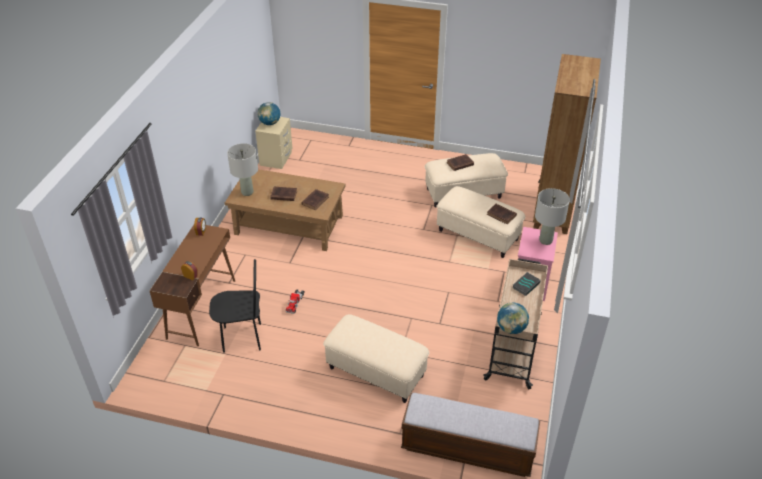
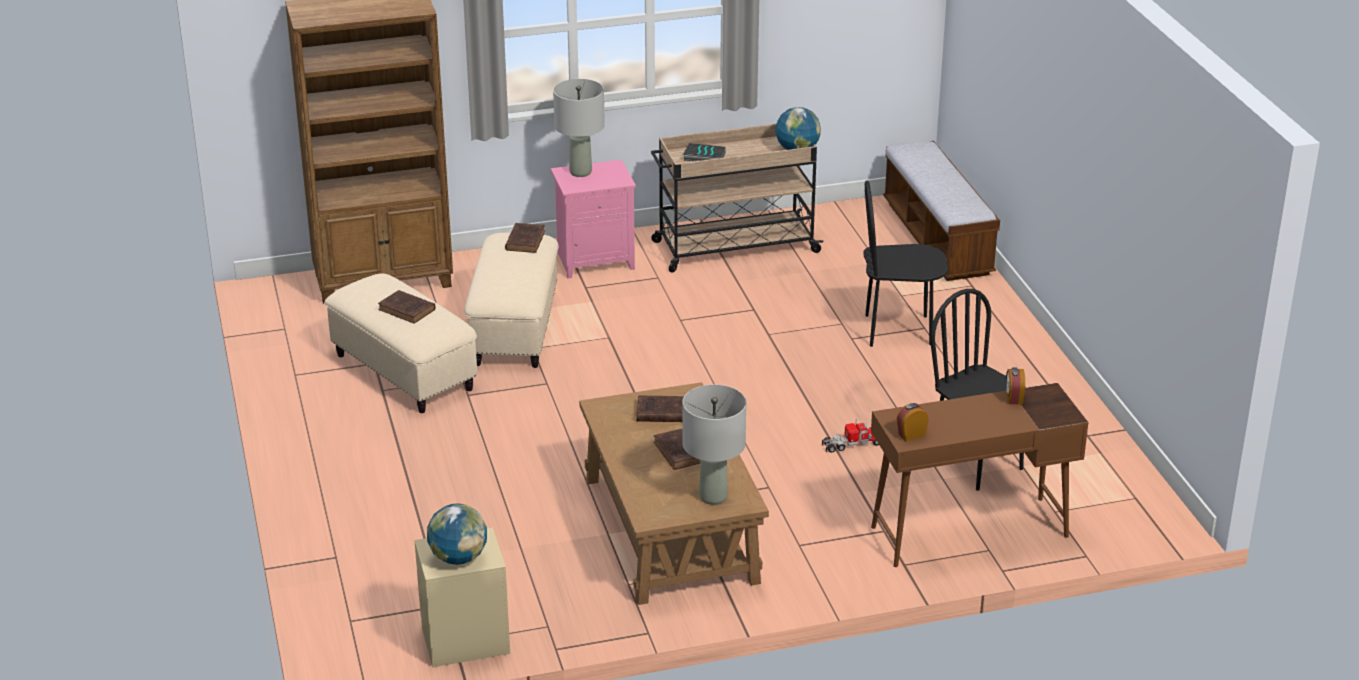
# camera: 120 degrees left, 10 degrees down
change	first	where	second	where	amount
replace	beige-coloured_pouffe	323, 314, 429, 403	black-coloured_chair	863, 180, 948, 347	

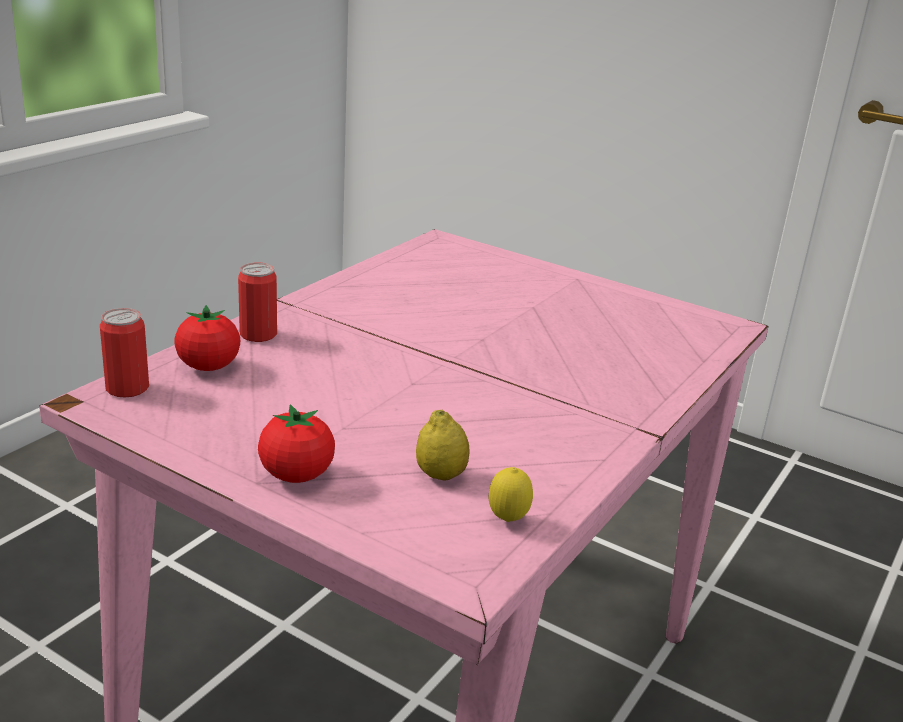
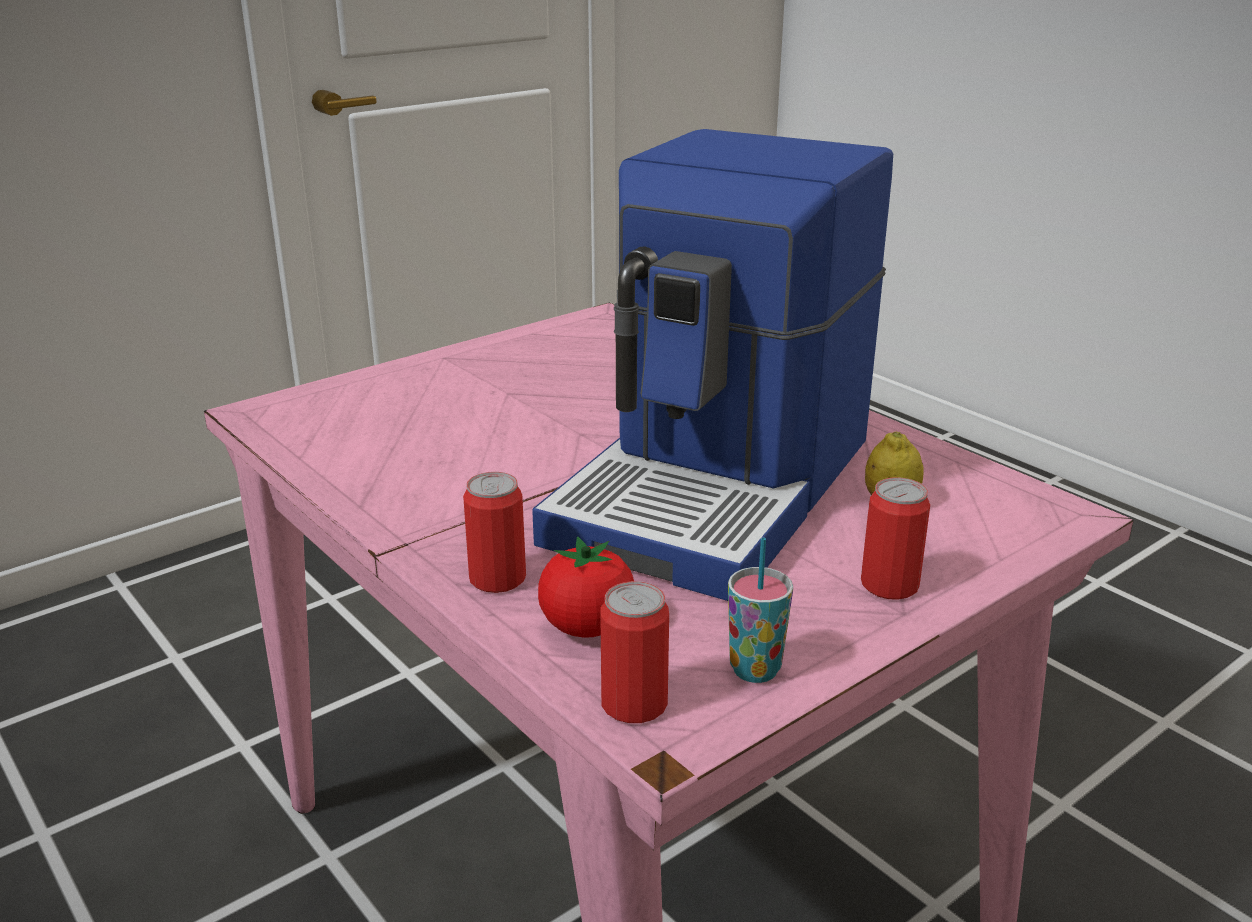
# camera: 70 degrees left, 0 degrees up
change	first	where	second	where	amount
replace	tomato	258, 404, 335, 483	sealed_can	861, 477, 930, 600	
delete	whole_lemon	489, 467, 533, 522			
insert			coffee_machine	532, 129, 893, 601	
insert			drinking_cup	728, 538, 793, 683	

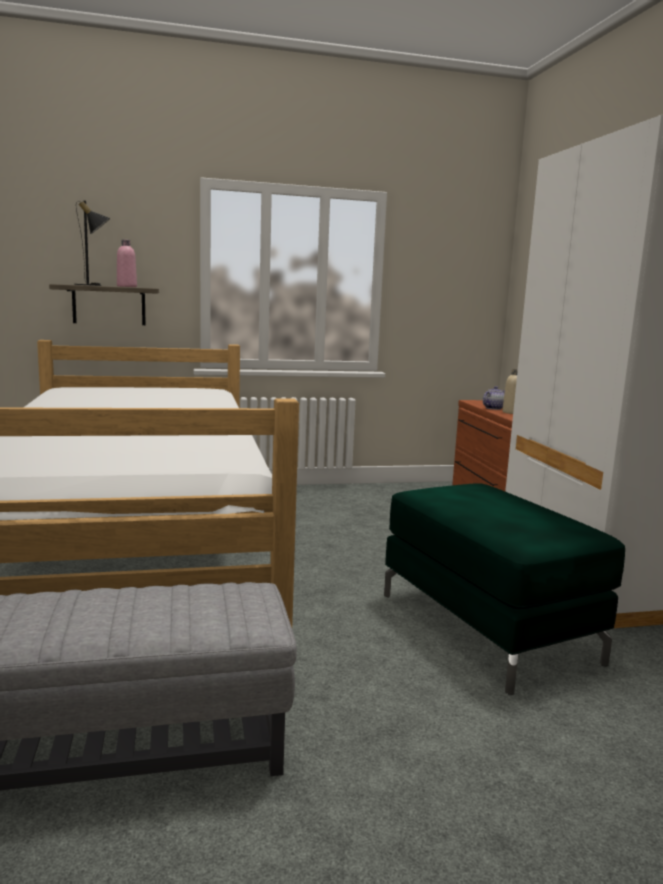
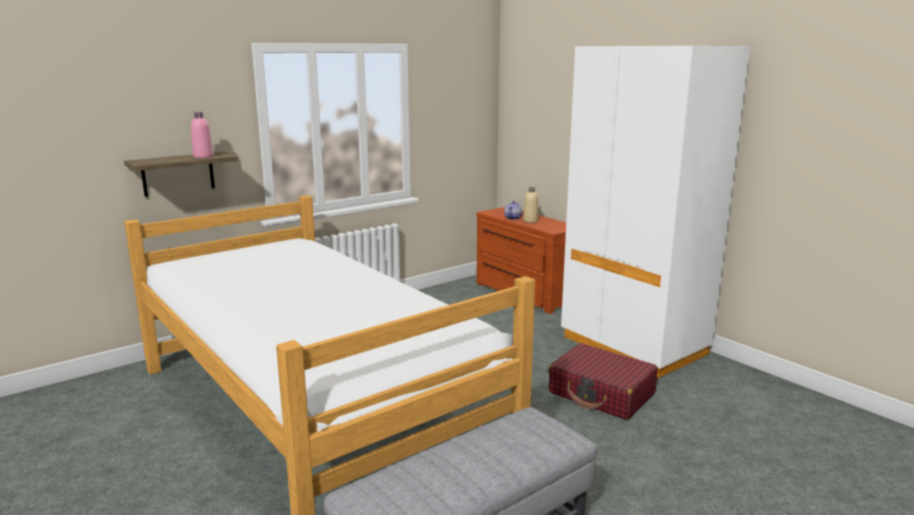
# camera: 25 degrees left, 5 degrees up
change	first	where	second	where	amount
delete	black-coloured_tabletop_lamp	74, 200, 110, 286			
replace	green-coloured_pouffe	384, 483, 625, 695	reddish_piece_of_luggage	548, 343, 658, 420	

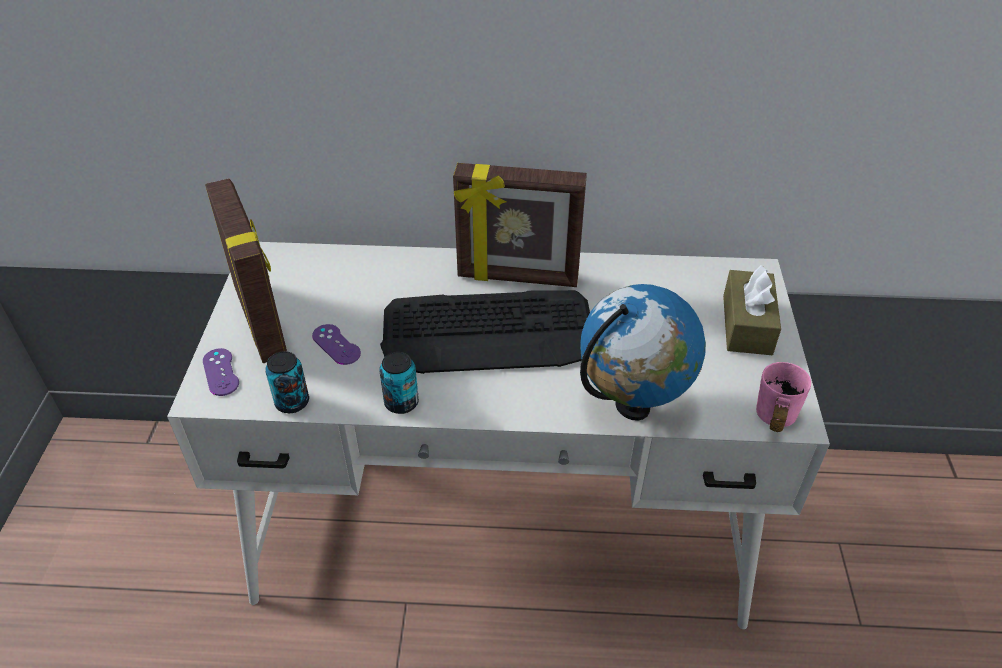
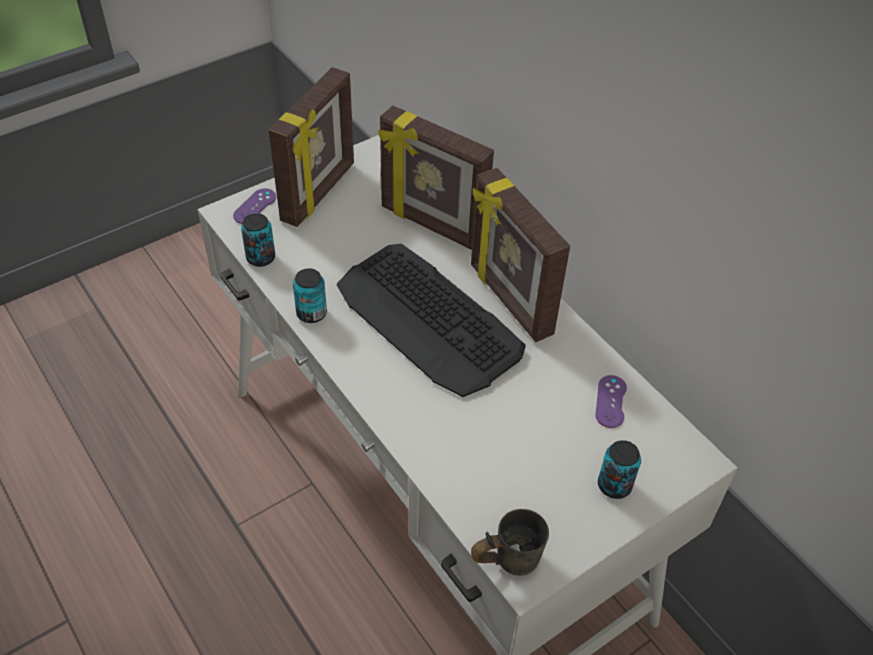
# camera: 50 degrees right, 5 degrees up
change	first	where	second	where	amount
move	purple_joypad	312, 324, 361, 365		595, 375, 627, 428	
delete	world_globe	580, 284, 706, 421			
replace	brown_tissue_box	723, 265, 781, 355	sealed_can	598, 440, 641, 499	
recolor	pink-coloured_tea_mug	756, 362, 811, 432	greyish_tea_mug	471, 509, 549, 576	
insert			standing_frame	378, 106, 494, 250	

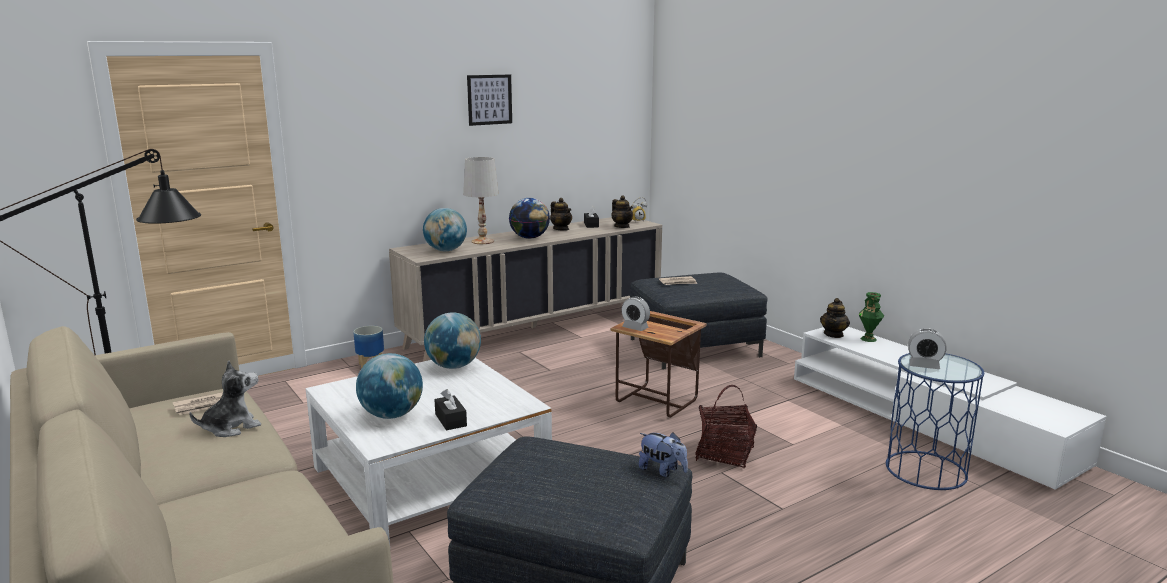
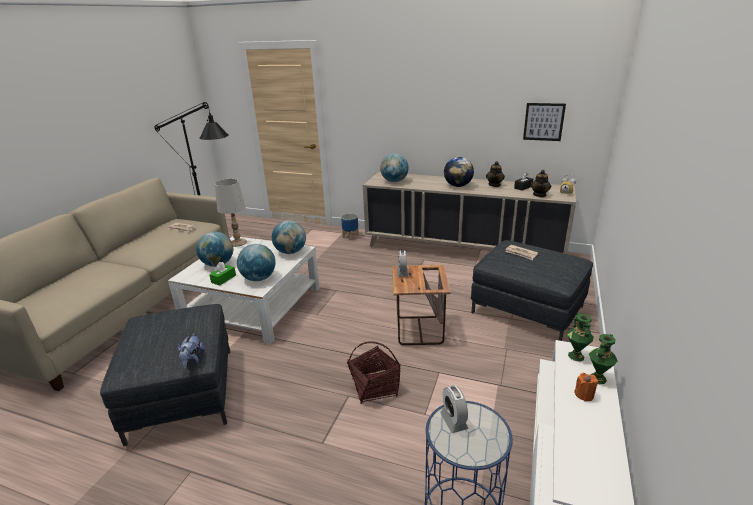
# camera: 55 degrees right, 10 degrees up
change	first	where	second	where	amount
delete	cuddly_toy	189, 360, 261, 437			
recolor	black-coloured_tissue_box	434, 389, 467, 430	green-coloured_tissue_box	209, 262, 236, 285	
move	white-coloured_tabletop_lamp	463, 157, 499, 244		215, 179, 247, 247	
move	wall_art	467, 75, 512, 126		523, 103, 566, 141	
replace	pot_for_tea	820, 298, 850, 338	green-coloured_decorative_vase	567, 313, 594, 361	
insert			world_globe	237, 244, 276, 281	
insert			orange-coloured_wax_candle	574, 373, 598, 401	

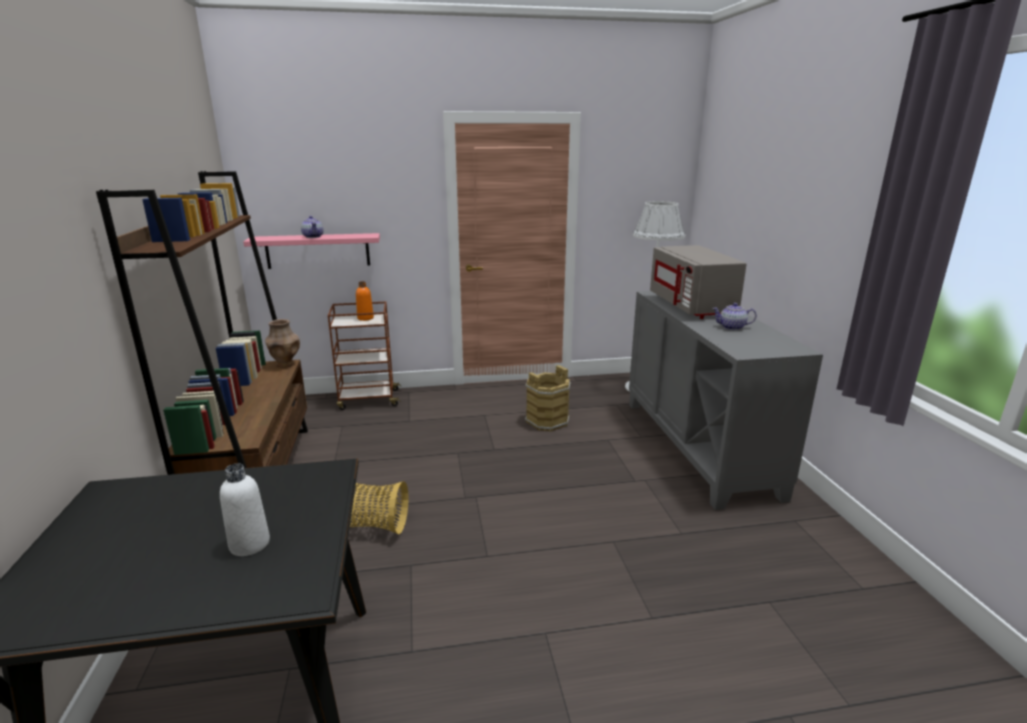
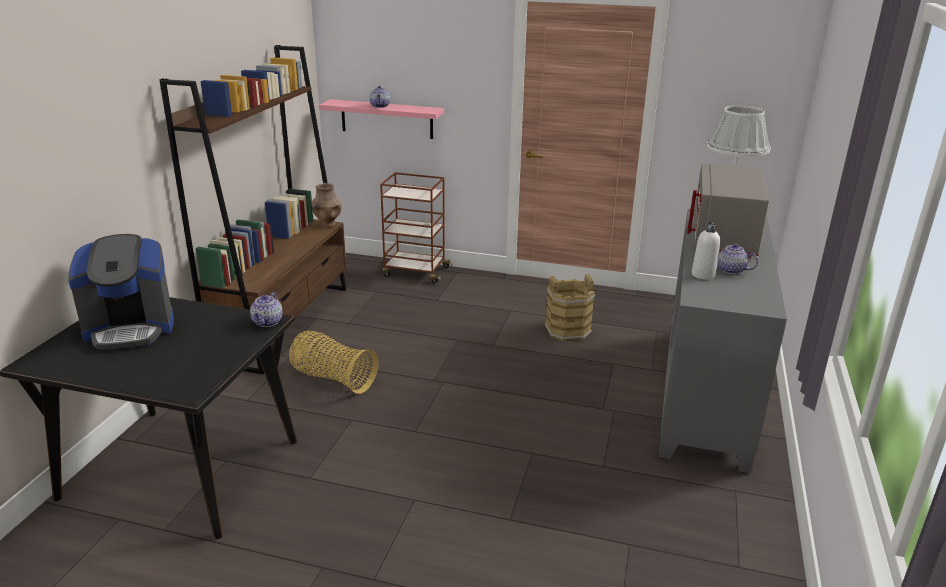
# camera: 25 degrees right, 5 degrees up
change	first	where	second	where	amount
move	white-coloured_beverage_bottle	220, 463, 270, 556		692, 222, 720, 280	
delete	orange-coloured_beverage_bottle	356, 281, 374, 321			
insert			coffee_machine	68, 234, 174, 350	
insert			pot_for_tea	250, 292, 283, 327	

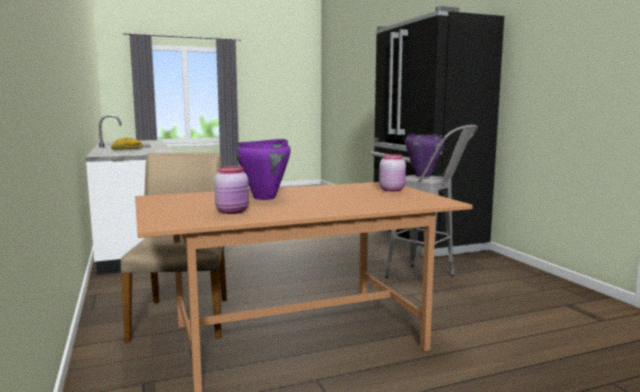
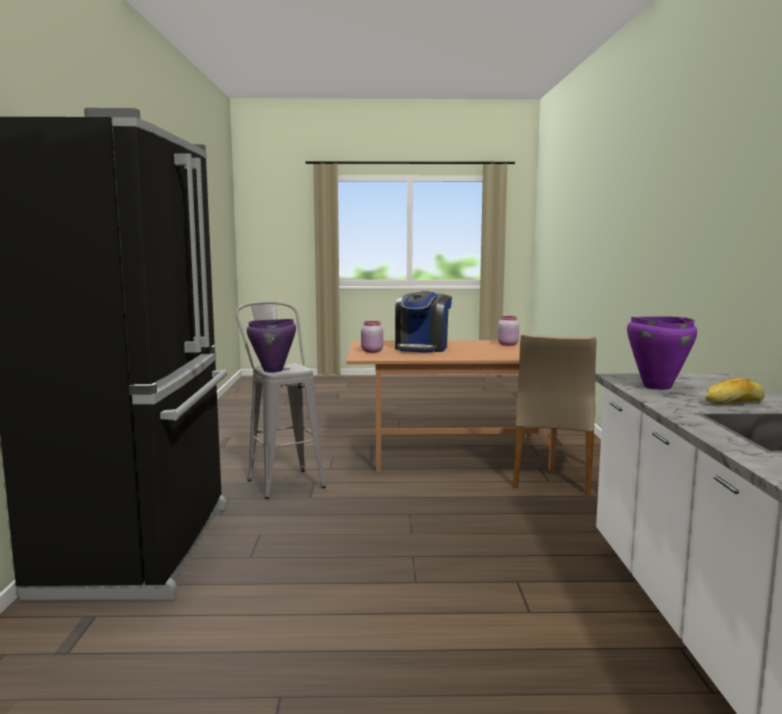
# camera: 160 degrees left, 0 degrees up
change	first	where	second	where	amount
move	purple_cooking_pot	236, 139, 291, 200		627, 316, 697, 390	
insert			coffee_machine	395, 291, 452, 353	

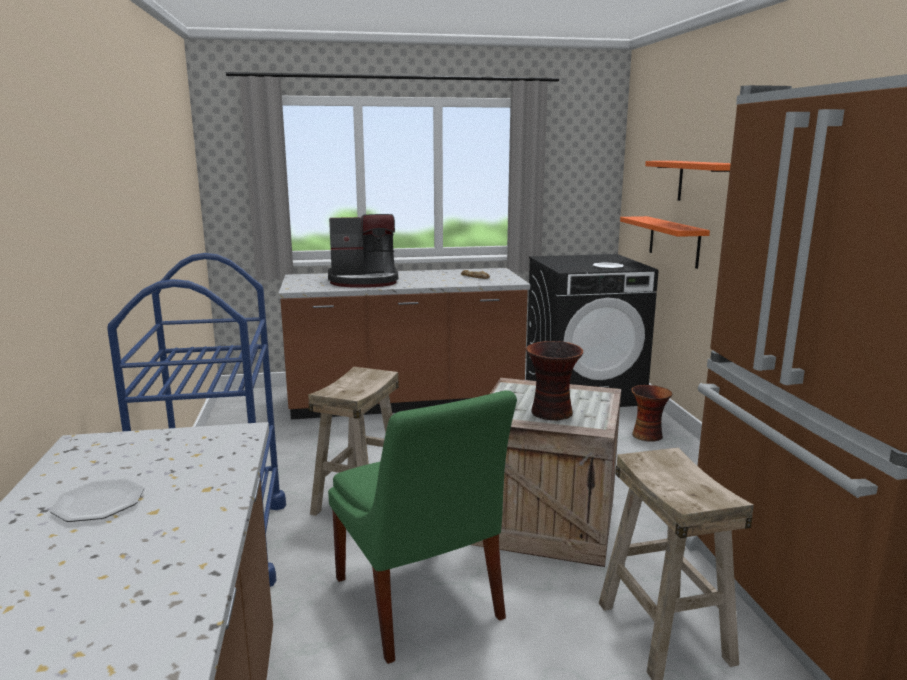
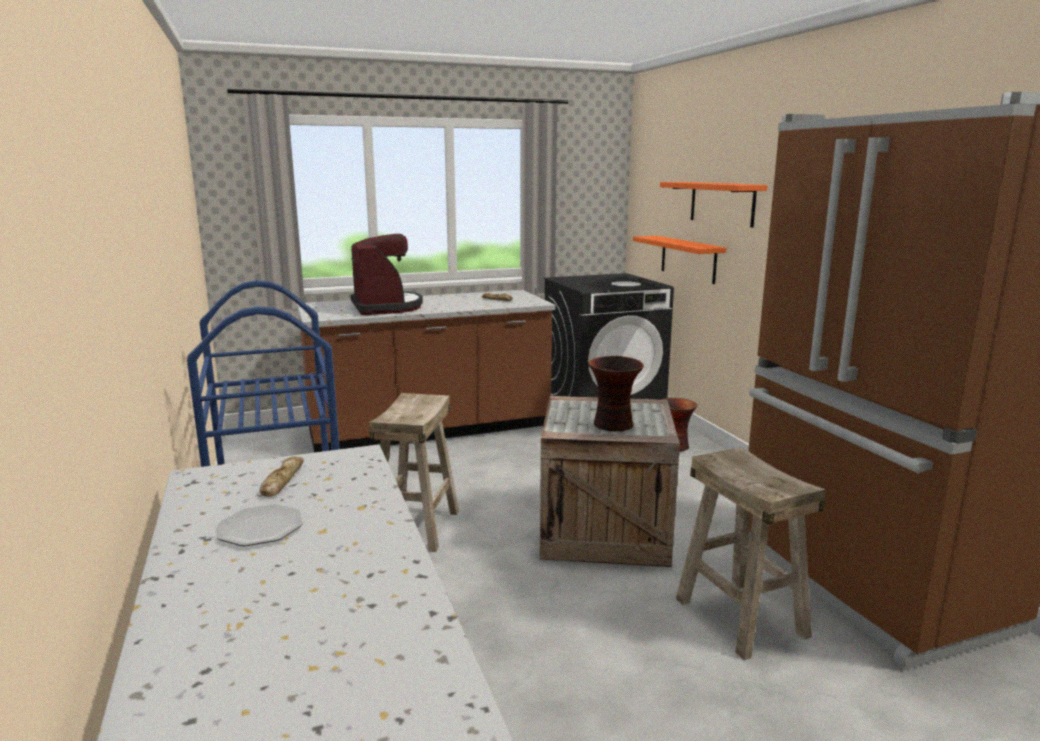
# camera: 10 degrees left, 0 degrees up
change	first	where	second	where	amount
rotate	coffee_machine	328, 214, 398, 288		351, 234, 423, 315	90 degrees counterclockwise
delete	green-coloured_chair	328, 390, 517, 664			
insert			baked_bread	260, 456, 304, 497	

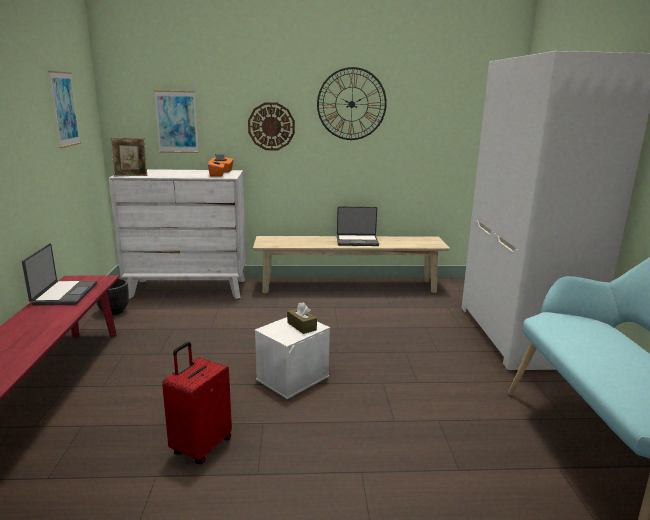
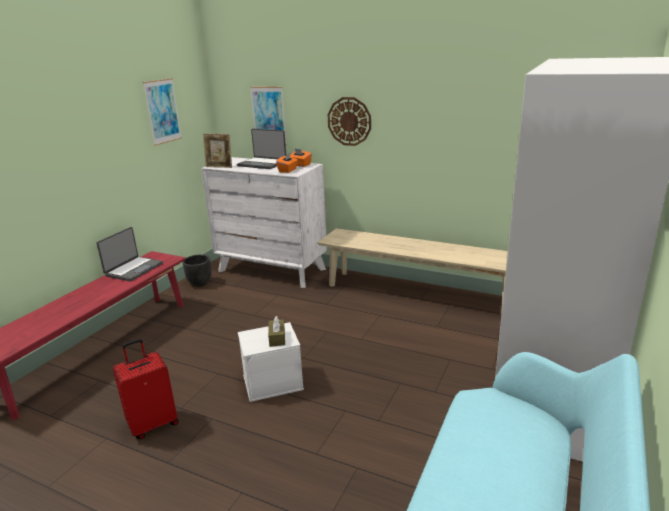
# camera: 30 degrees right, 5 degrees up
change	first	where	second	where	amount
delete	clock_on_the_wall	317, 67, 387, 140			
move	notebook_computer	337, 206, 379, 246		237, 129, 286, 169	

